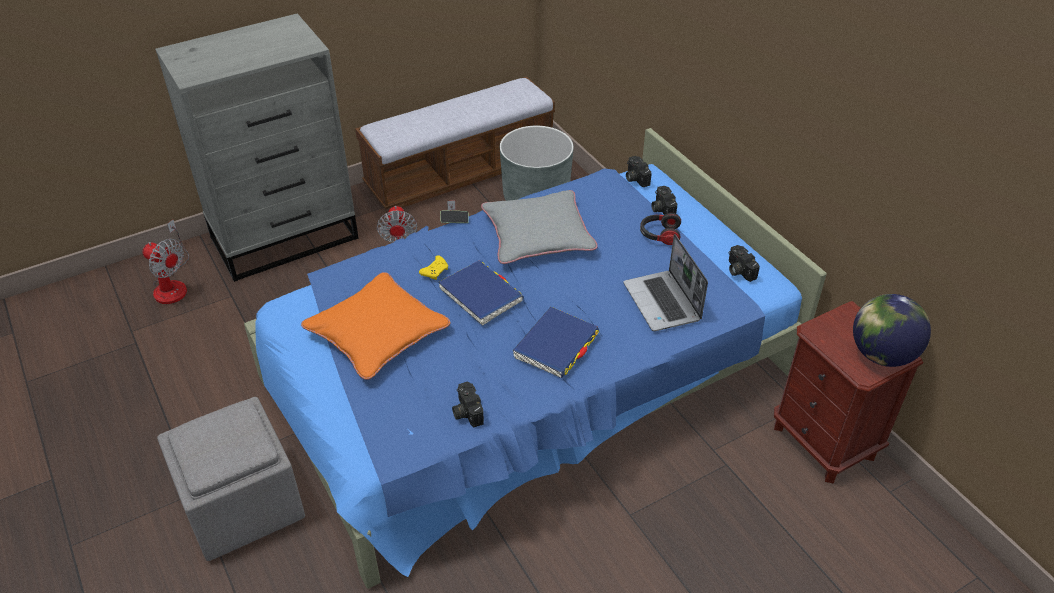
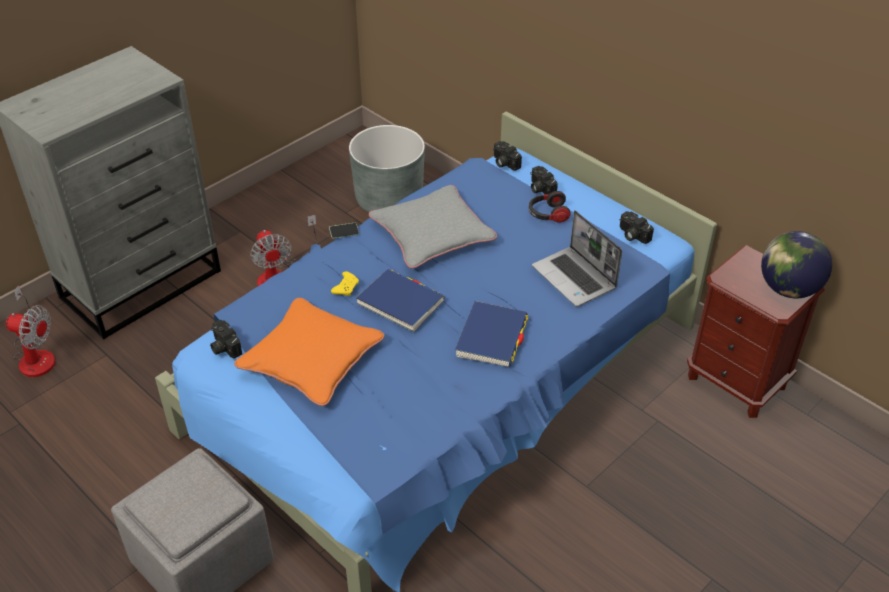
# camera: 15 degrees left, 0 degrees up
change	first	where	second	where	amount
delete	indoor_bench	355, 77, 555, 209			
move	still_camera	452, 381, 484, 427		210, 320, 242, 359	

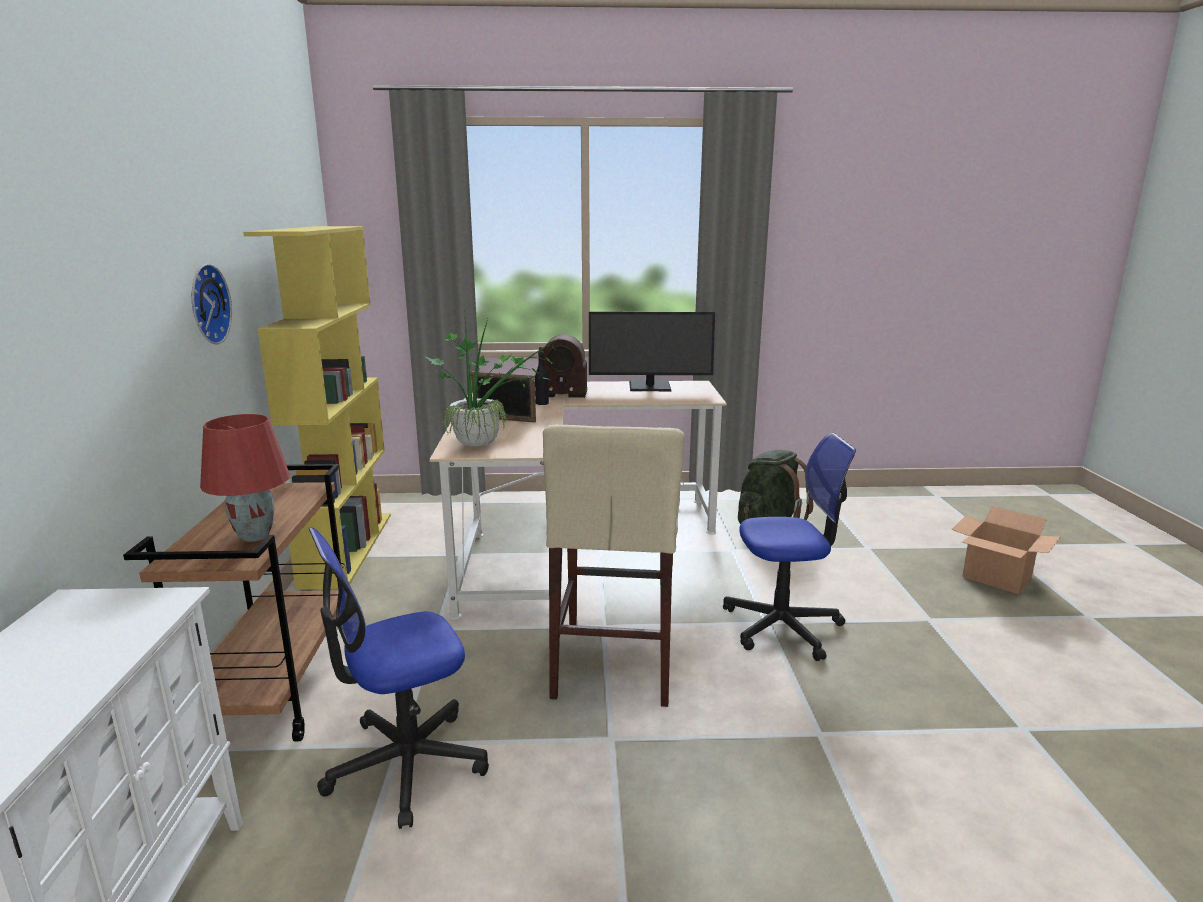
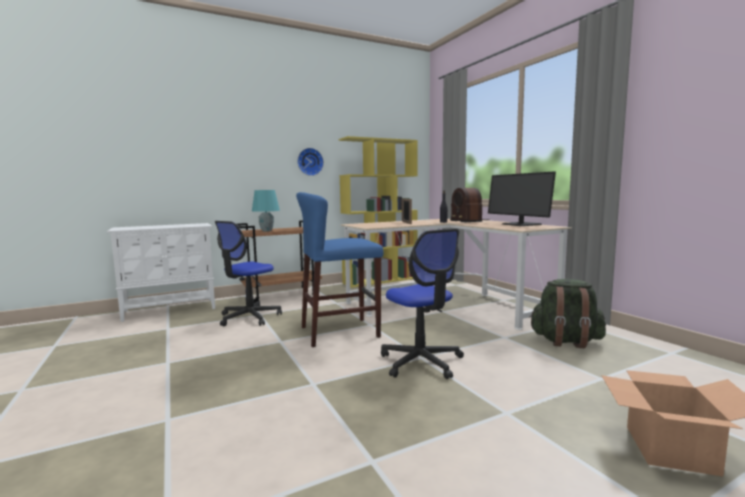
# camera: 65 degrees right, 10 degrees down
change	first	where	second	where	amount
recolor	reddish_tabletop_lamp	200, 414, 290, 542	blue-green_tabletop_lamp	252, 190, 280, 231	
rotate	computer_chair	309, 527, 489, 829		215, 221, 282, 326	90 degrees counterclockwise
delete	houseplant	424, 306, 558, 447			
recolor	beige-coloured_sitting_stool	543, 425, 685, 707	bluish_sitting_stool	296, 192, 383, 347	

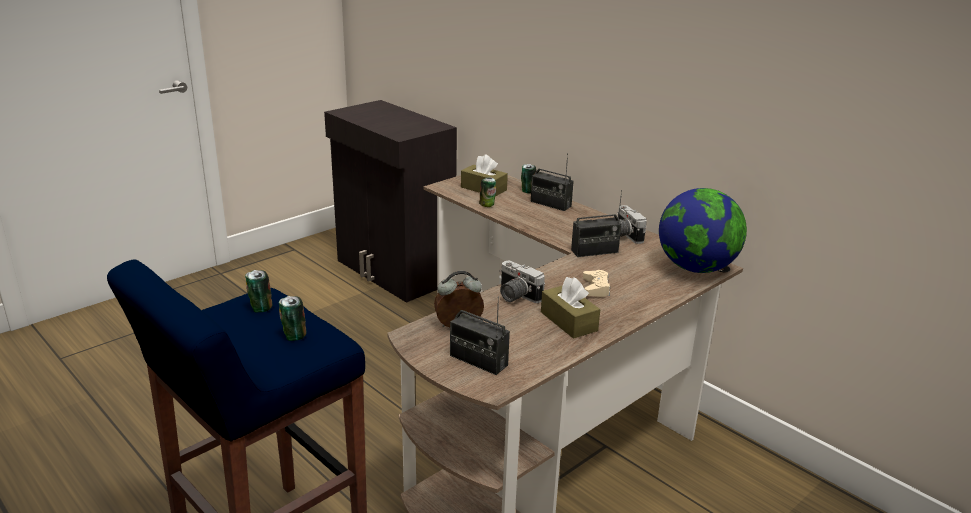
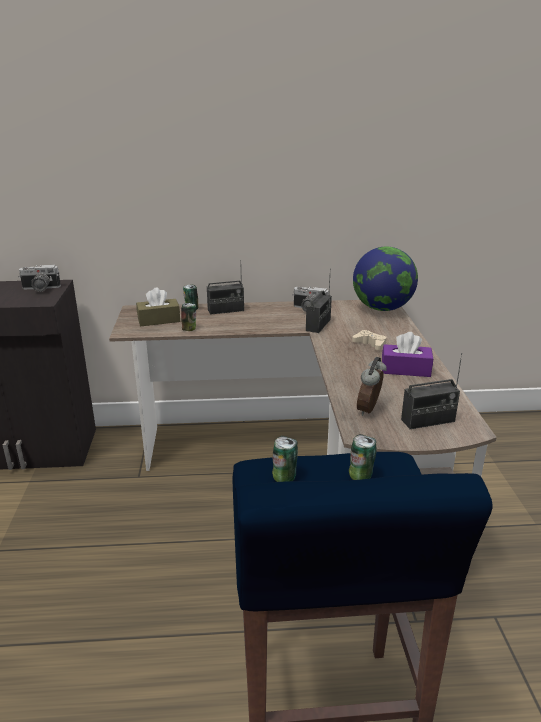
# camera: 50 degrees left, 0 degrees up
change	first	where	second	where	amount
move	still_camera	499, 261, 545, 303		18, 265, 61, 292	
recolor	brown_tissue_box	541, 277, 600, 339	purple_tissue_box	382, 332, 433, 377	

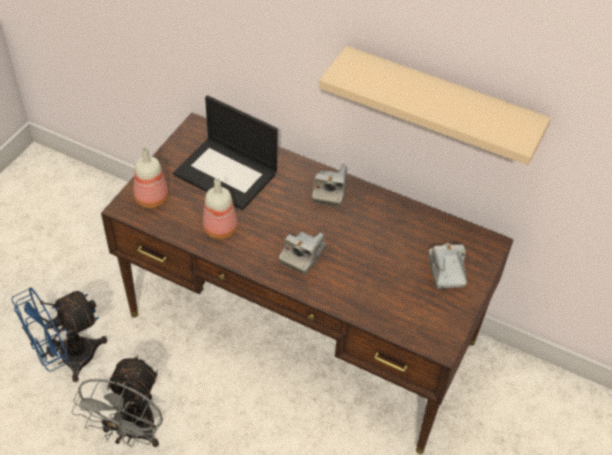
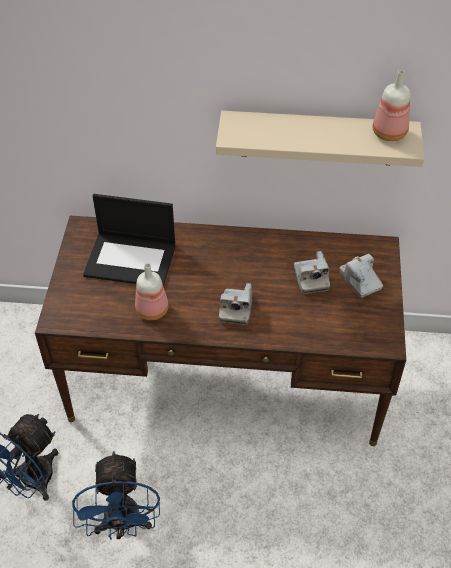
# camera: 20 degrees left, 0 degrees up
change	first	where	second	where	amount
recolor	greyish_fan	71, 355, 163, 447	bluish_fan	72, 451, 160, 540	
move	beverage_bottle	134, 147, 168, 208		372, 70, 410, 141	
move	still_camera	312, 165, 347, 207		294, 251, 330, 294	

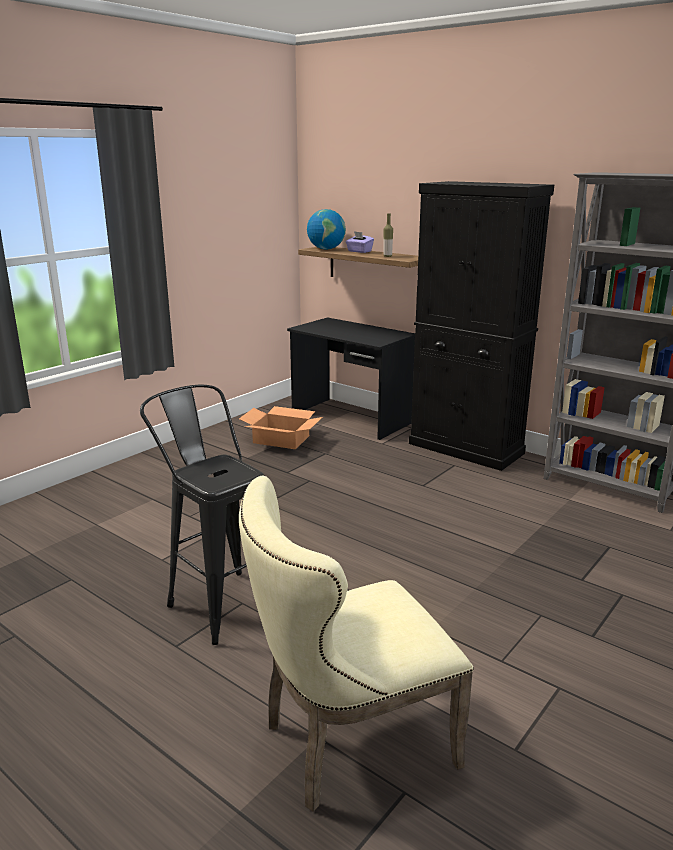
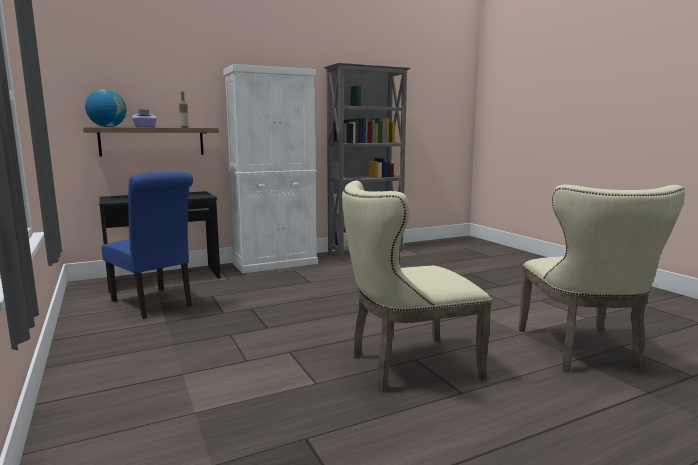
# camera: 65 degrees left, 10 degrees down
change	first	where	second	where	amount
replace	black-coloured_sitting_stool	140, 385, 264, 645	beige-coloured_chair	342, 180, 492, 392	
replace	carton	239, 406, 323, 449	bluish_chair	102, 171, 193, 319	
recolor	black-coloured_cupboard	409, 181, 554, 471	white-coloured_cupboard	223, 64, 318, 273	

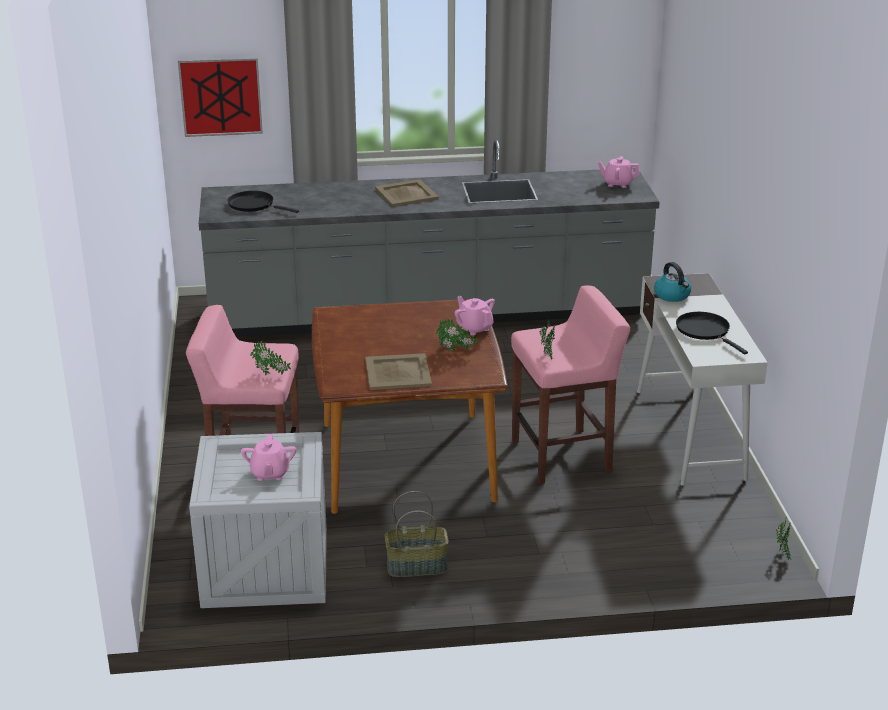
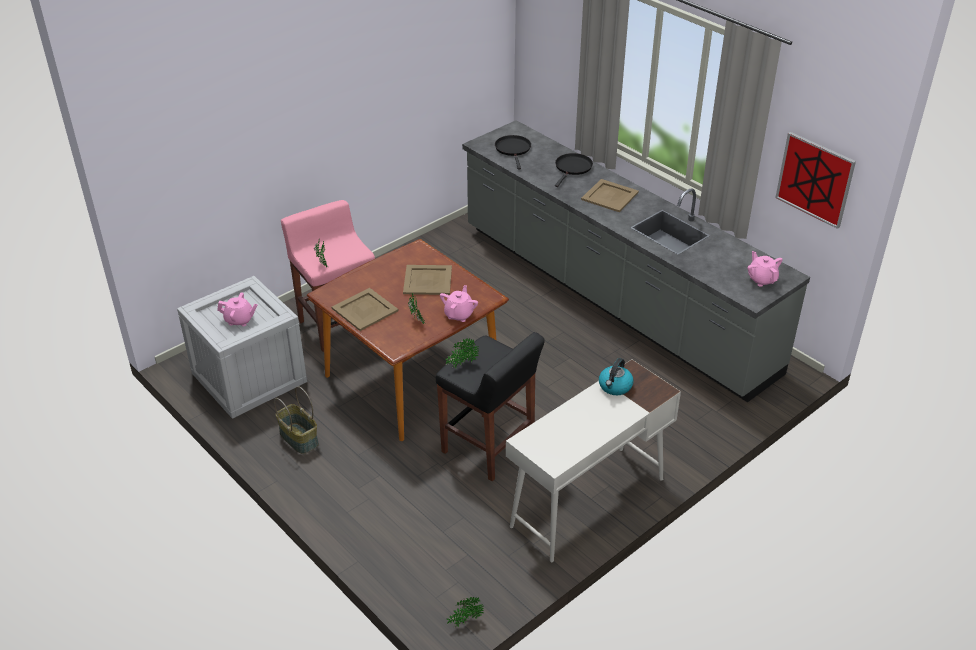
# camera: 55 degrees right, 10 degrees up
change	first	where	second	where	amount
move	wall_art	178, 57, 263, 137		775, 132, 856, 229	
rotate	pink-coloured_pot_for_tea	241, 434, 297, 481		217, 292, 258, 326	135 degrees counterclockwise
recolor	pink-coloured_sitting_stool	511, 285, 630, 484	black-coloured_sitting_stool	436, 332, 545, 481	
move	black-coloured_pan	676, 312, 748, 355		555, 153, 593, 187	
insert			beige-coloured_tray	403, 265, 452, 295	

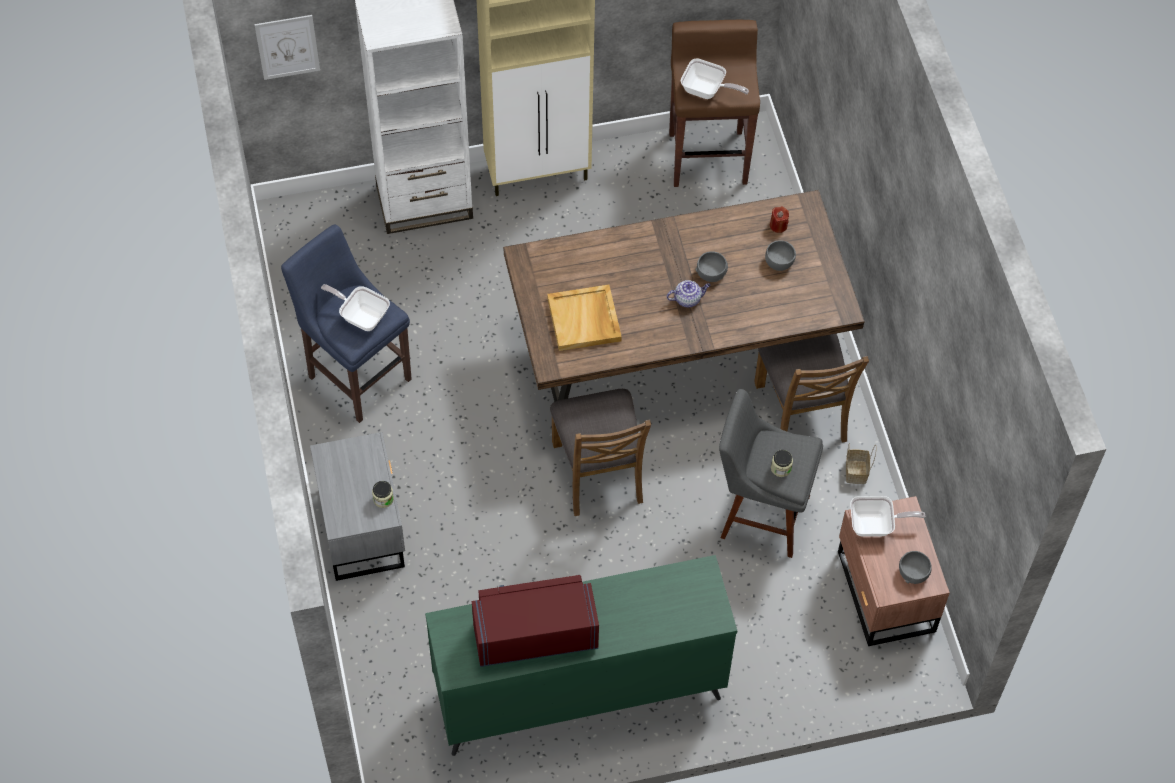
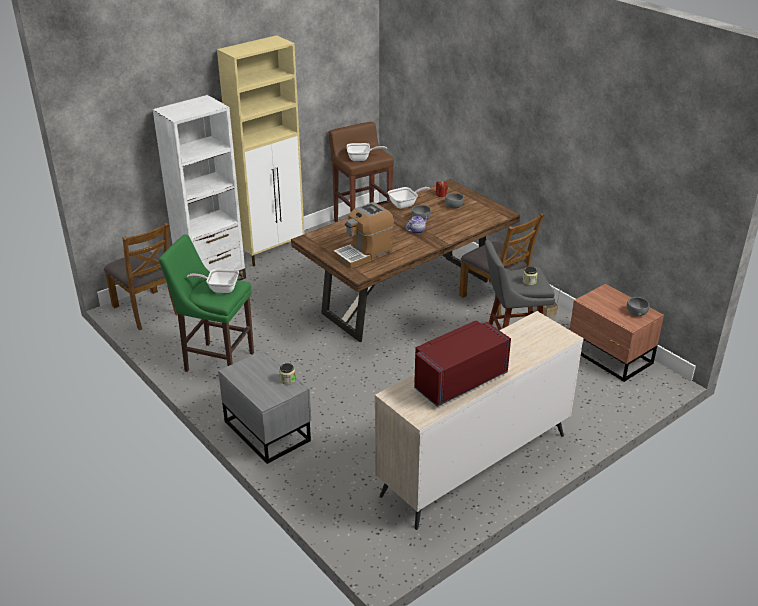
# camera: 25 degrees left, 25 degrees down
change	first	where	second	where	amount
delete	wall_art	254, 15, 320, 80			
recolor	bluish_sitting_stool	281, 225, 412, 423	green-coloured_sitting_stool	159, 234, 254, 372	
recolor	green-coloured_dresser	425, 555, 737, 756	beige-coloured_dresser	375, 311, 584, 530	
replace	beige-coloured_tray	547, 284, 622, 351	coffee_machine	333, 202, 394, 268	
move	brown_chair	550, 389, 651, 516		104, 222, 178, 330	
move	pan	850, 496, 925, 537		388, 187, 430, 209	

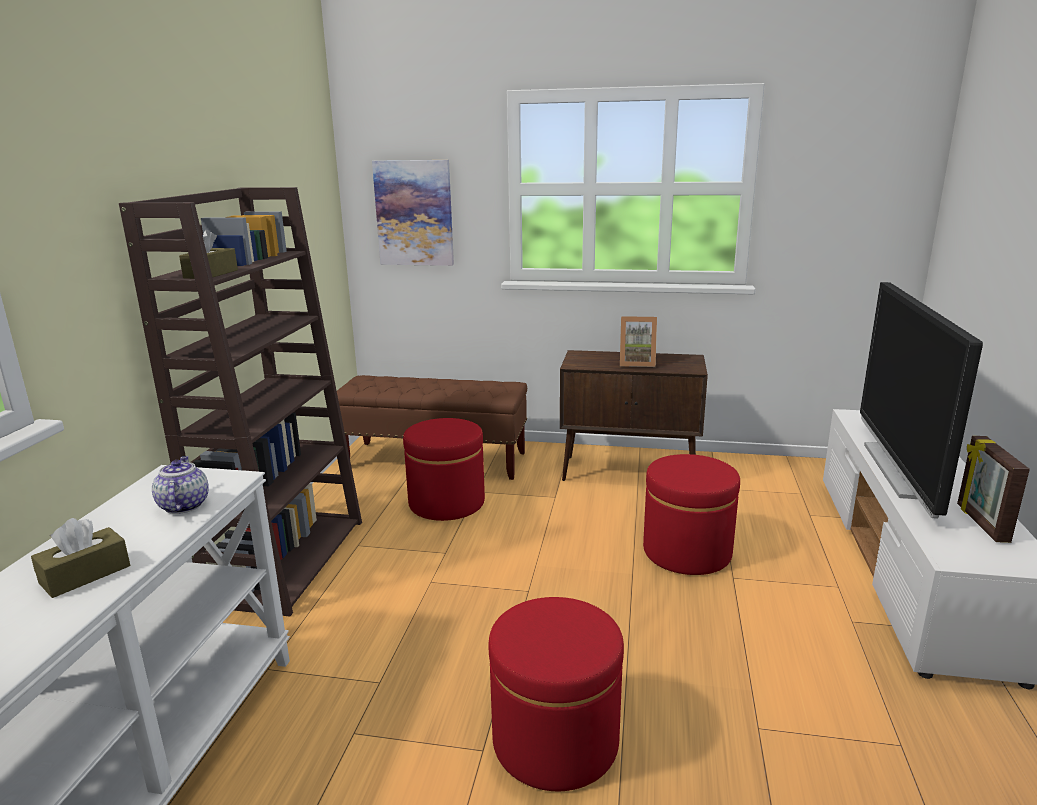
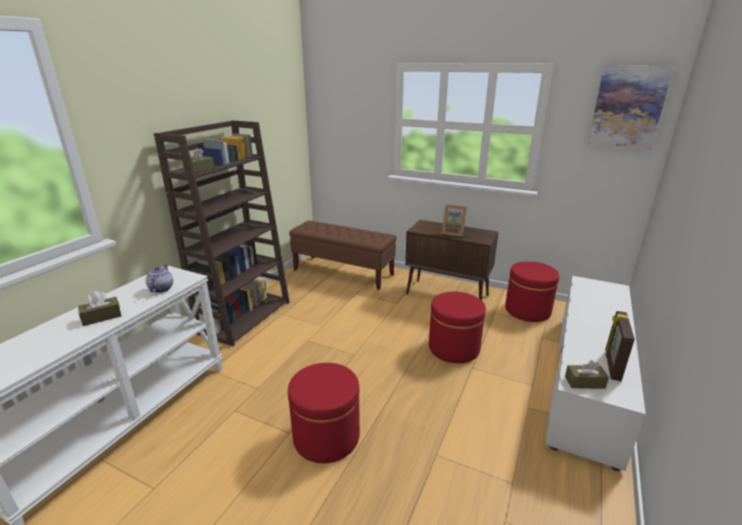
# camera: 15 degrees right, 5 degrees up
change	first	where	second	where	amount
move	wall_art	372, 160, 454, 266		588, 65, 674, 150	
move	reddish_pouffe	403, 418, 485, 521		505, 261, 559, 322	
delete	TV_set	860, 282, 983, 519			
insert			brown_tissue_box	565, 360, 609, 389	

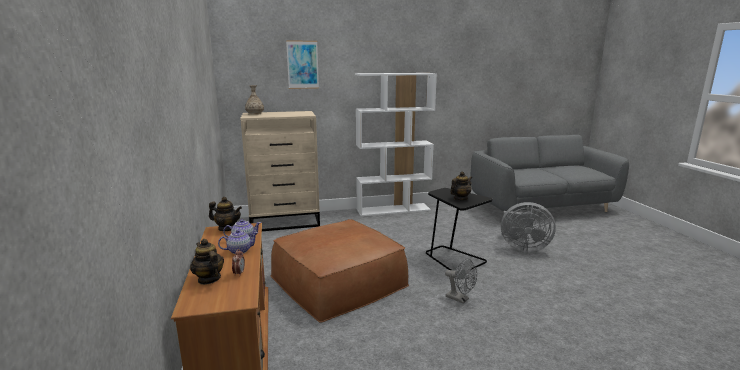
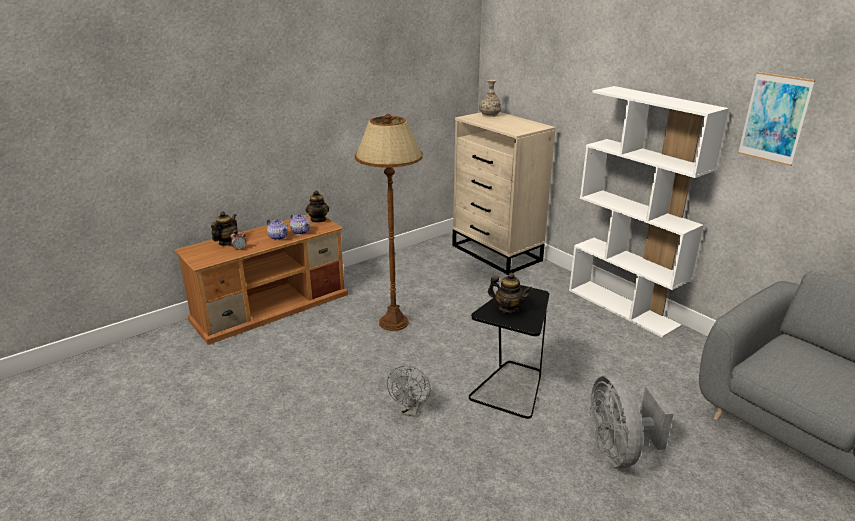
# camera: 65 degrees right, 10 degrees up
change	first	where	second	where	amount
replace	brown_pouffe	271, 219, 409, 323	brown_standard_lamp	355, 114, 423, 331	
move	wall_art	286, 40, 319, 89		738, 72, 815, 166	

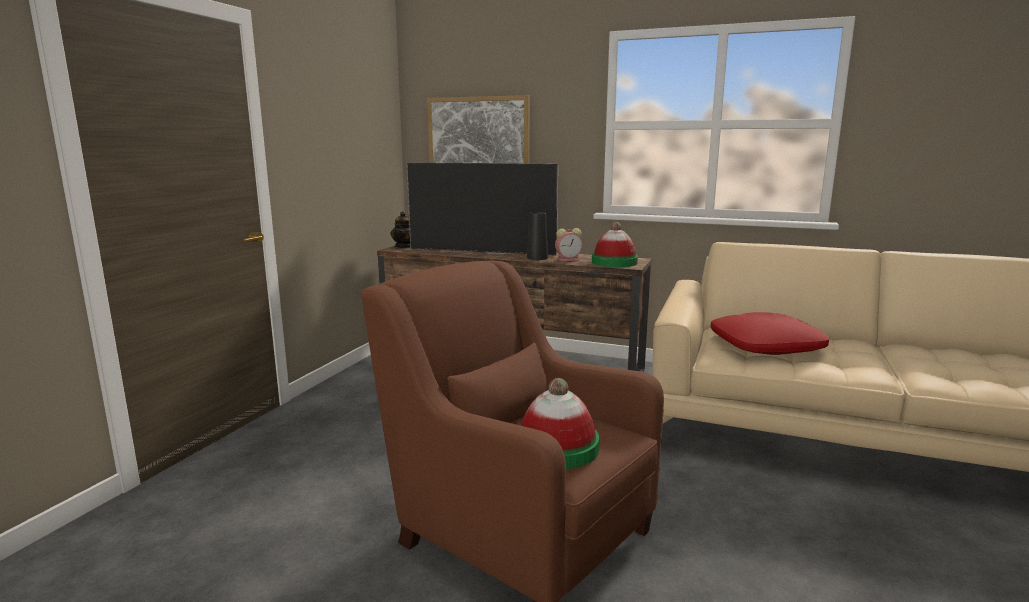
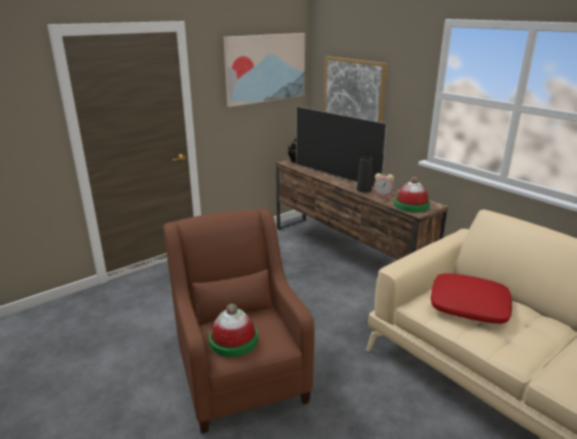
# camera: 30 degrees right, 10 degrees up
change	first	where	second	where	amount
insert			wall_art	223, 33, 305, 107	

